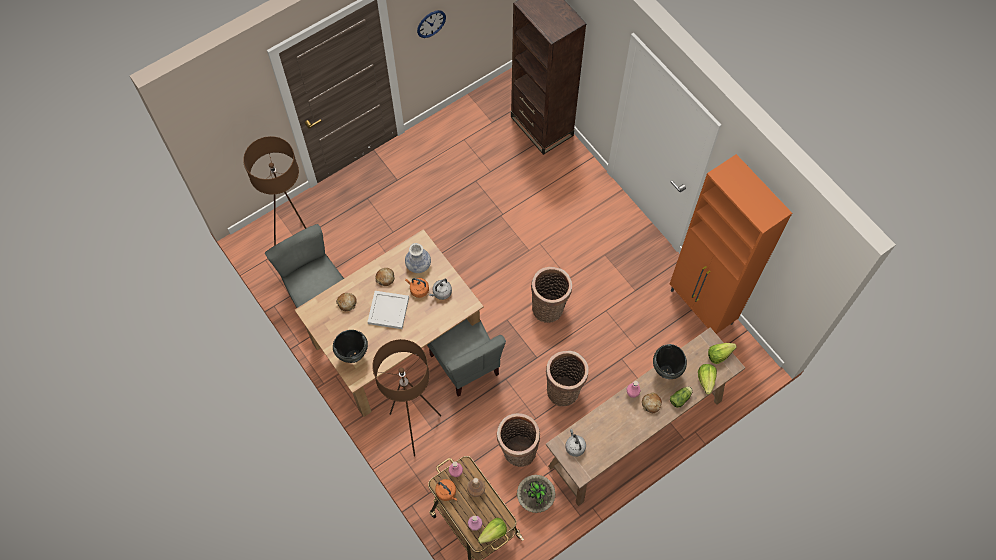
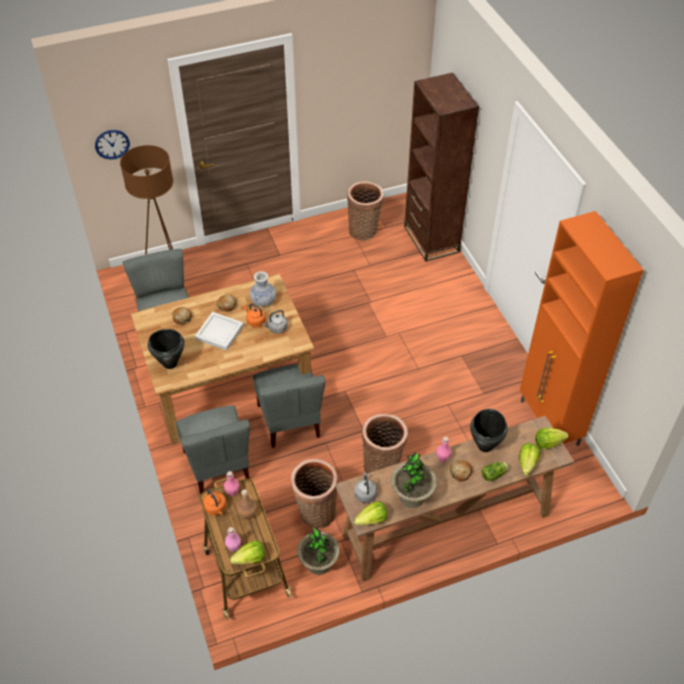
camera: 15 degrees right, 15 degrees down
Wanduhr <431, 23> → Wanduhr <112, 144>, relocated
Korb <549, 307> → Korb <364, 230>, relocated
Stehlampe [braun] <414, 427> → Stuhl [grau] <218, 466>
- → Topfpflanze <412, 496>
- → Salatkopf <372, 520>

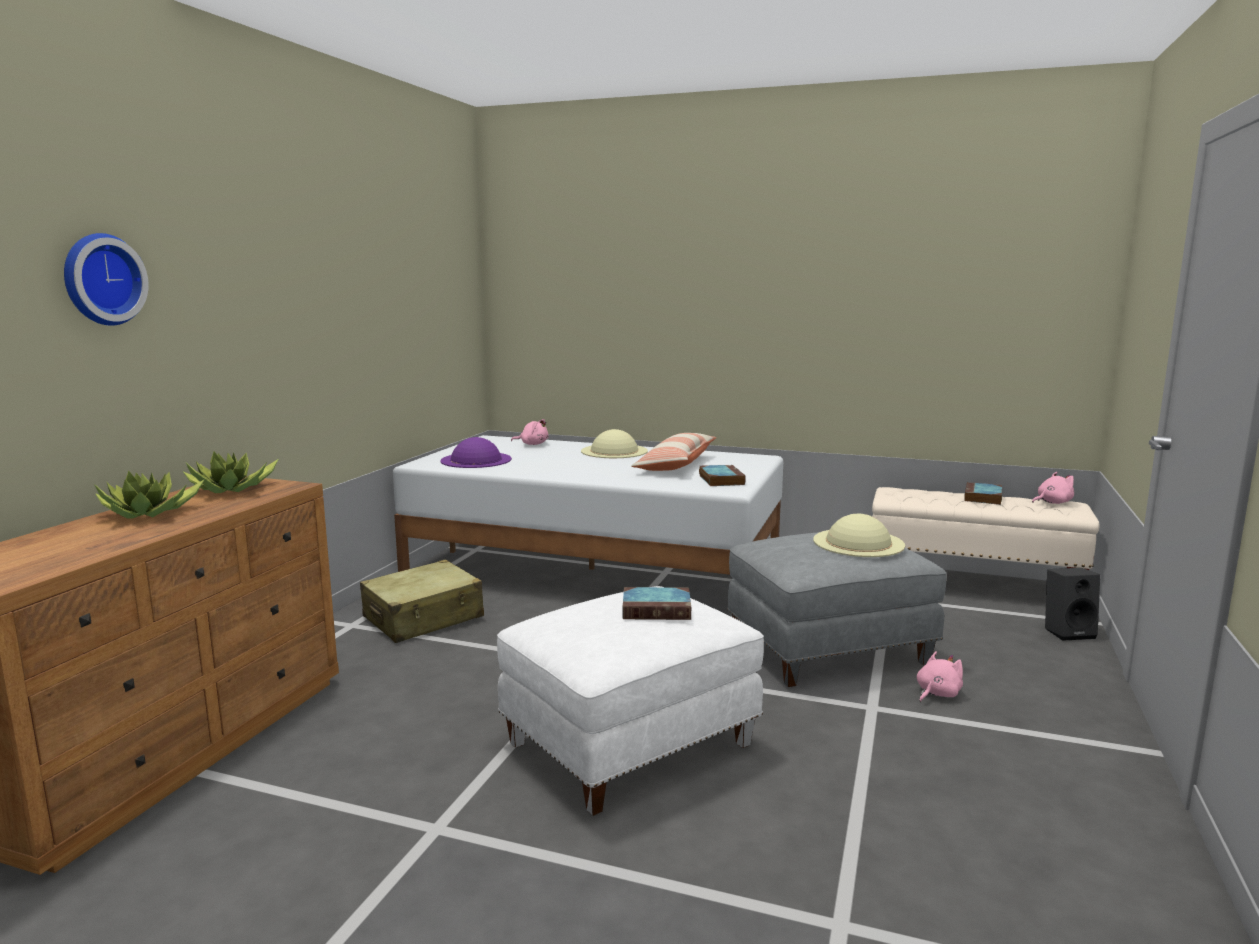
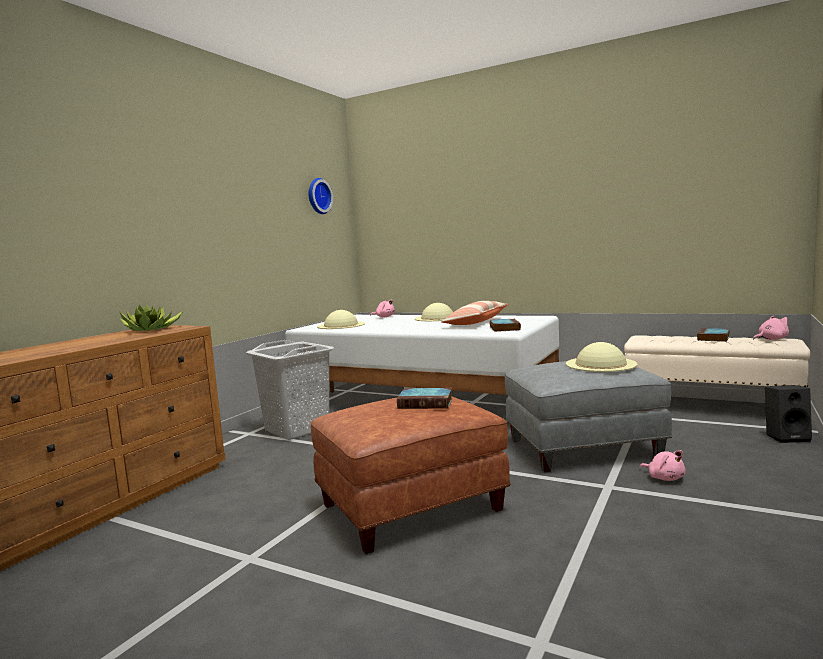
camera: 10 degrees right, 5 degrees down
Wanduhr <100, 279> → Wanduhr <318, 196>, relocated
Hut [lila] <476, 460> → Hut [beige] <341, 325>
Topfpflanze <150, 514> → -
Koffer [beige] <424, 618> → Wäschekorb [grau] <297, 429>
Polsterhocker [weiß] <630, 742> → Polsterhocker [braun] <411, 506>
Plüschtier [rosa] <936, 693> → Plüschtier [rosa] <664, 478>, 90 degrees clockwise

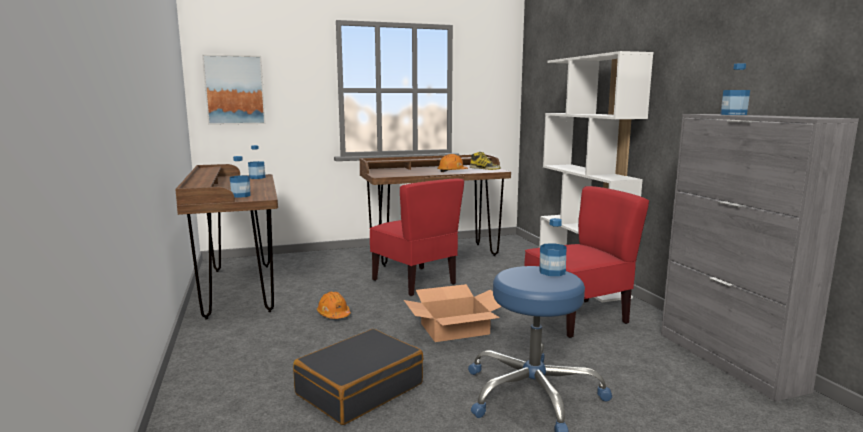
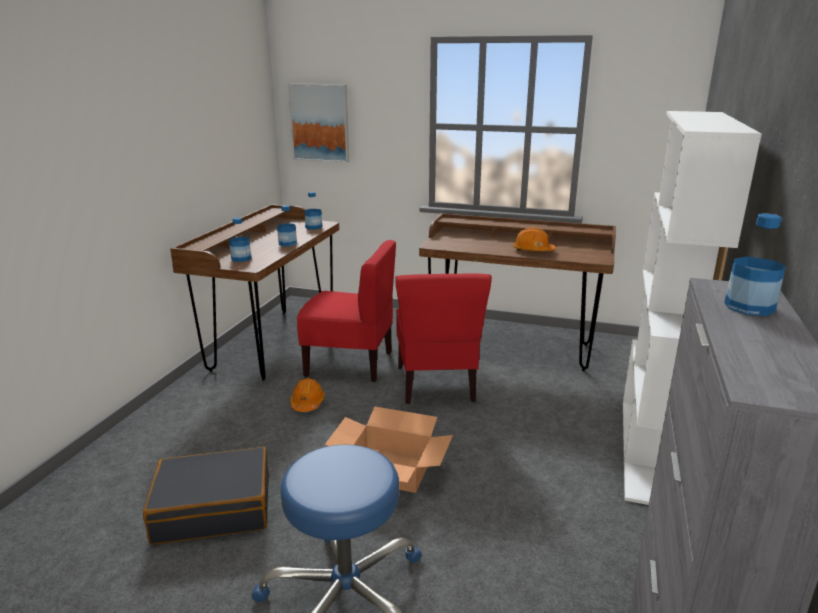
camera: 35 degrees right, 10 degrees up
Stiefel <485, 169> → -
Stuhl [rot] <577, 317> → Stuhl [rot] <350, 364>, relocated
Flasche <552, 272> → Flasche <287, 243>, relocated

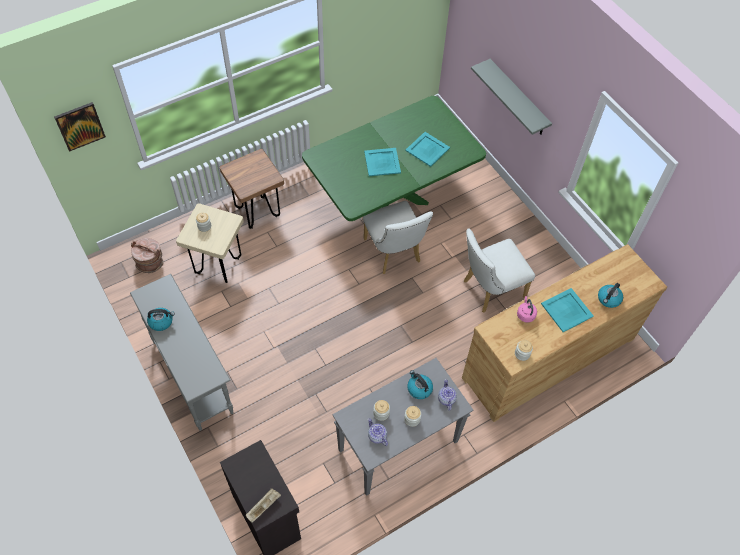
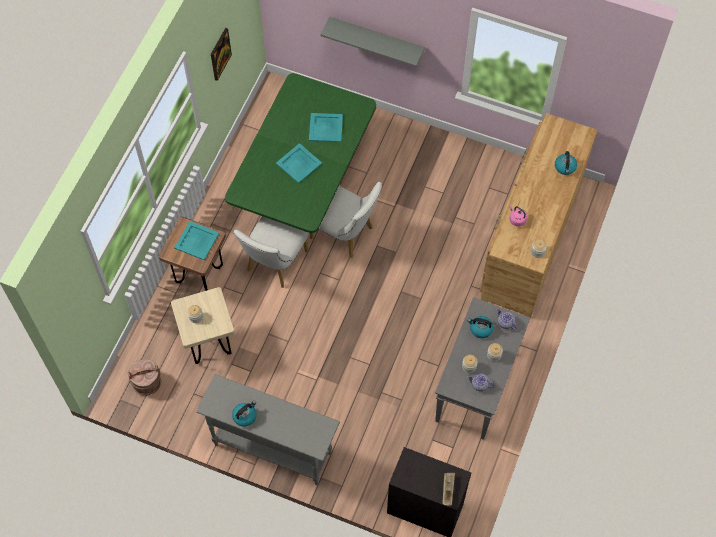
camera: 35 degrees left, 5 degrees up
Bild <80, 126> → Bild <220, 54>, relocated
Stuhl [weiß] <489, 290> → Stuhl [weiß] <274, 264>, relocated
Tablett [türkis] <566, 310> → Tablett [türkis] <196, 241>, relocated

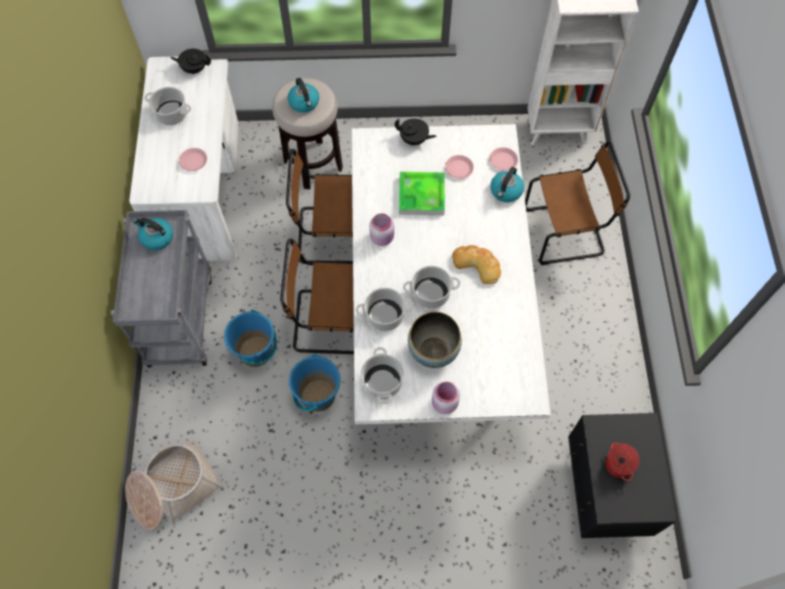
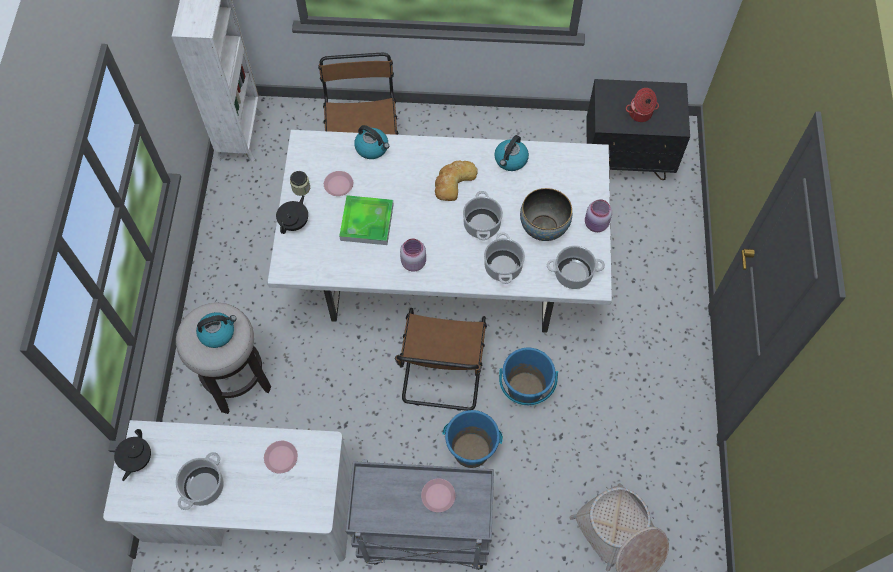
camera: 85 degrees left, 0 degrees up
Teller [rosa] <503, 161> → Teller [rosa] <438, 496>, relocated
Stuhl [braun] <329, 235> → -
Wasserkessel <156, 237> → Wasserkessel <510, 160>, relocated
- → Vorratsglas <301, 188>

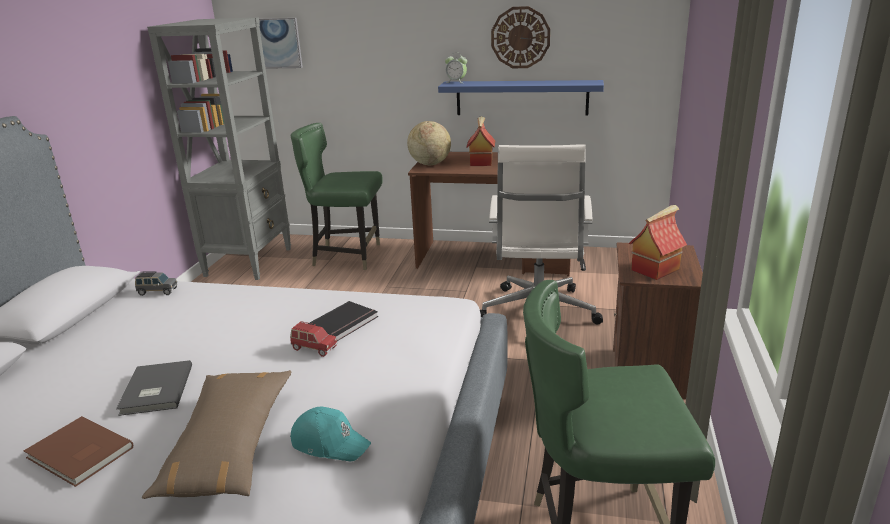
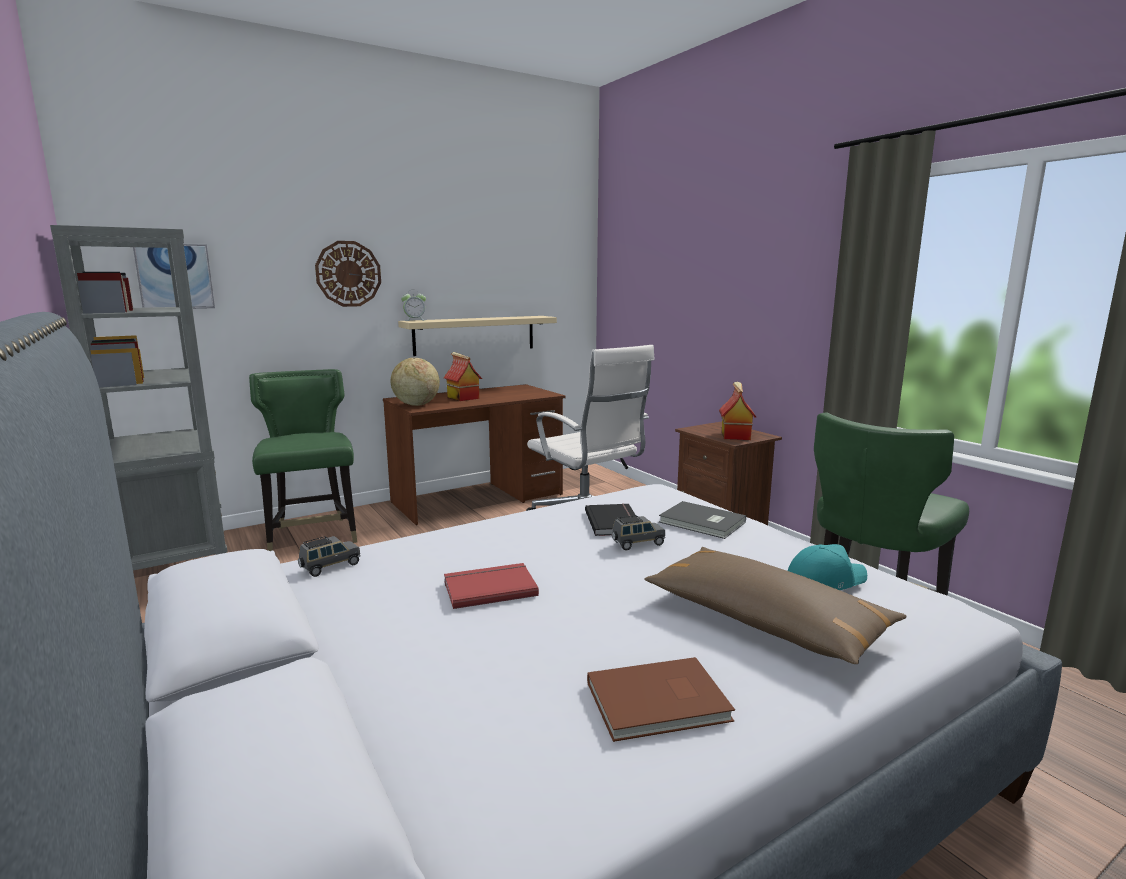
camera: 45 degrees left, 10 degrees down
Wanduhr <520, 37> → Wanduhr <348, 274>, relocated
Wandregal [blau] <521, 98> → Wandregal [beige] <475, 335>
Stuhl [grün] <347, 256> → Stuhl [grün] <313, 536>, 105 degrees clockwise
Spielzeugauto [rot] <314, 348> → Spielzeugauto [grau] <637, 544>
Buch [grau] <154, 390> → Buch [grau] <702, 523>, relocated
- → Buch [rot] <489, 587>

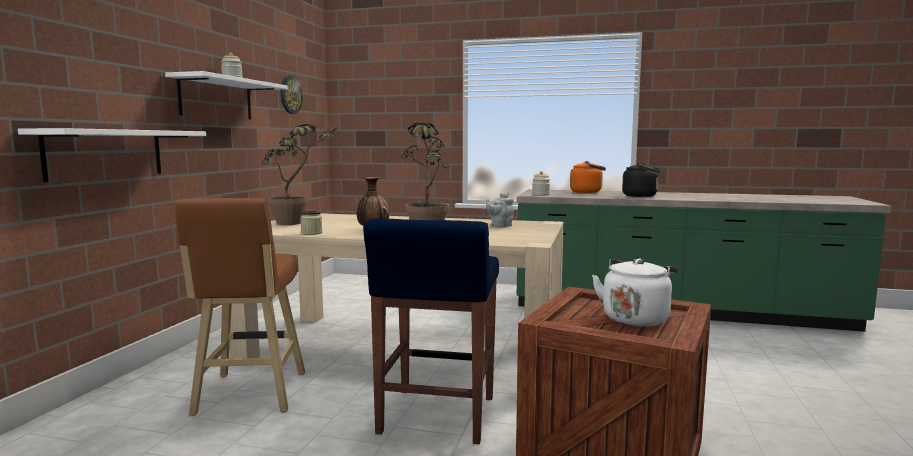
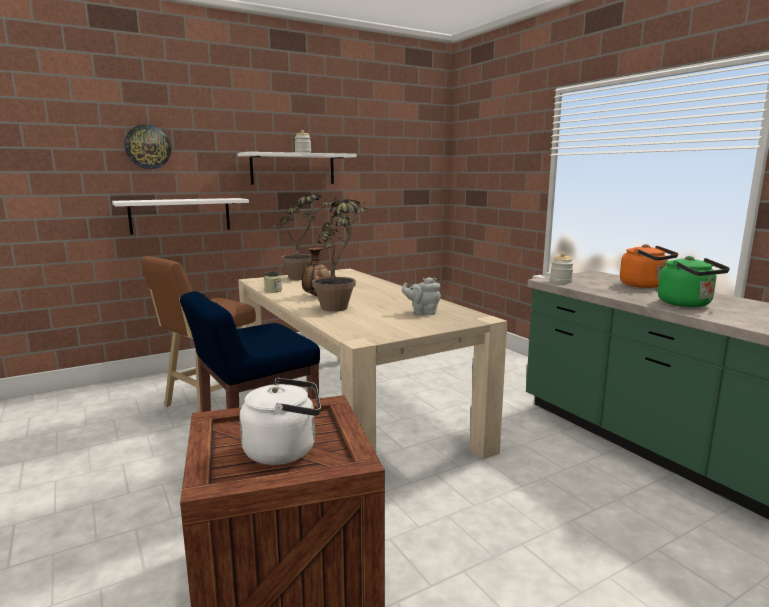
camera: 45 degrees right, 5 degrees up
Wanduhr <290, 94> → Wanduhr <147, 147>, relocated
Wasserkessel [schwarz] <642, 196> → Wasserkessel [grün] <687, 304>

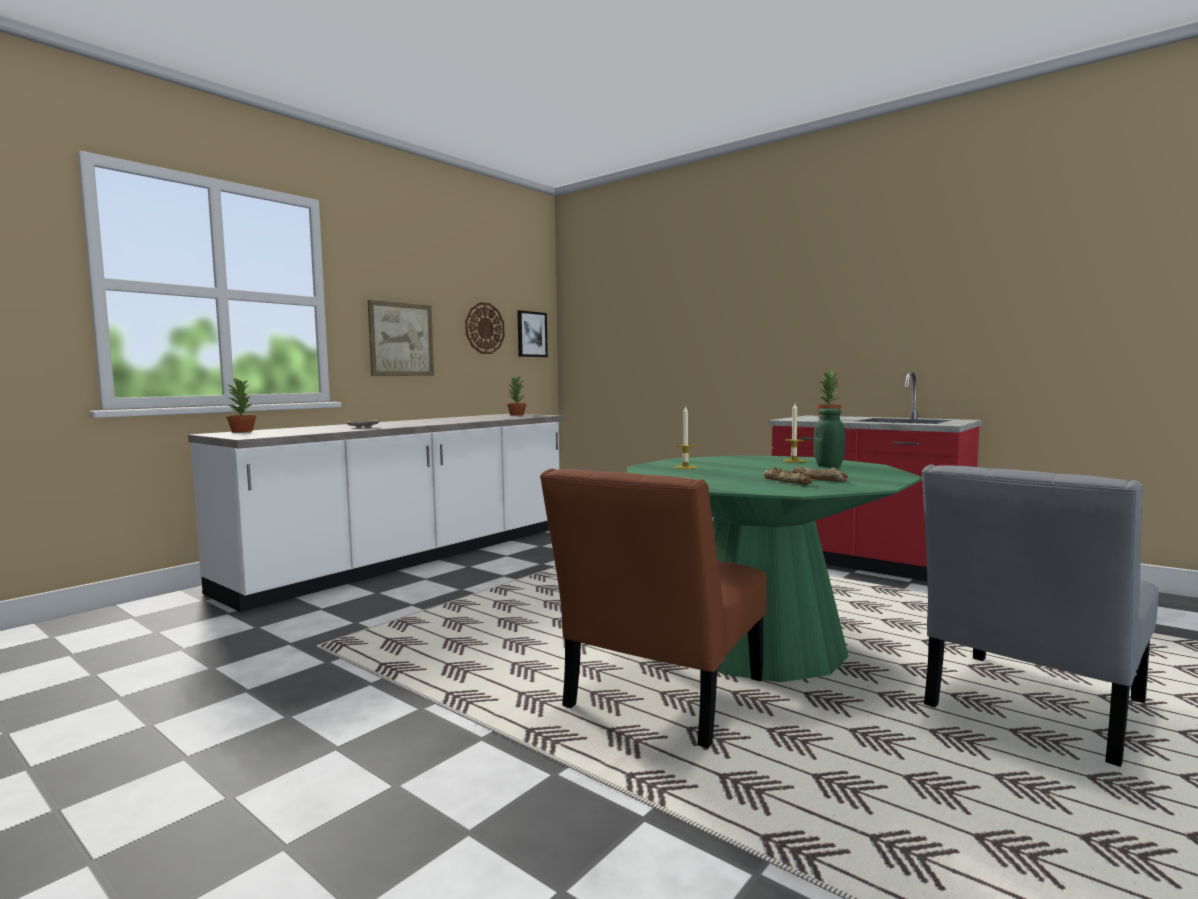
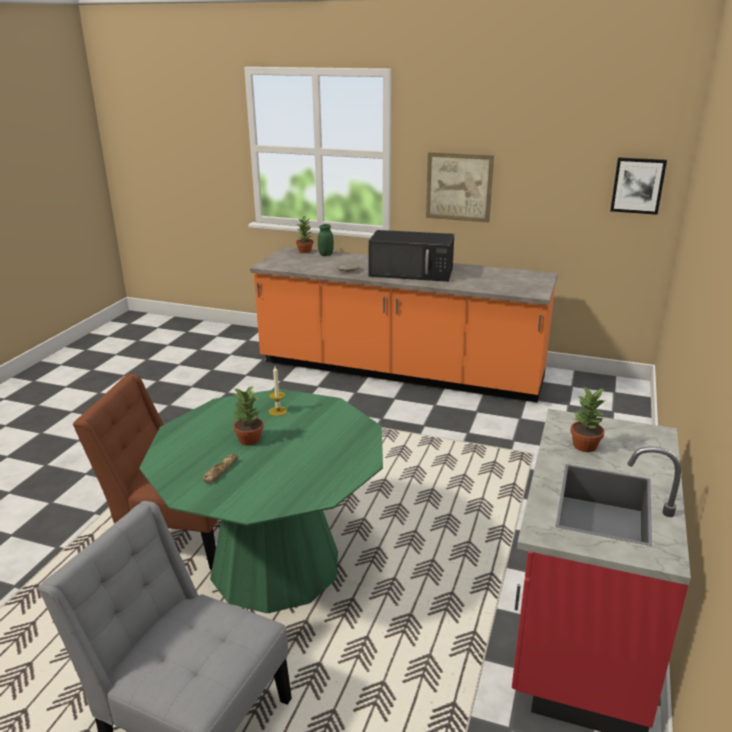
camera: 70 degrees right, 20 degrees up
Wanduhr <484, 328> → -
Topfpflanze <516, 415> → Topfpflanze <249, 440>, relocated
Kerze <794, 461> → -
Vorratsglas [grün] <828, 466> → Vorratsglas [grün] <326, 255>, relocated
Küchenzeile [weiß] <411, 558> → Küchenzeile [orange] <399, 371>
Brot <787, 481> → -
- → Mikrowelle [schwarz] <412, 272>

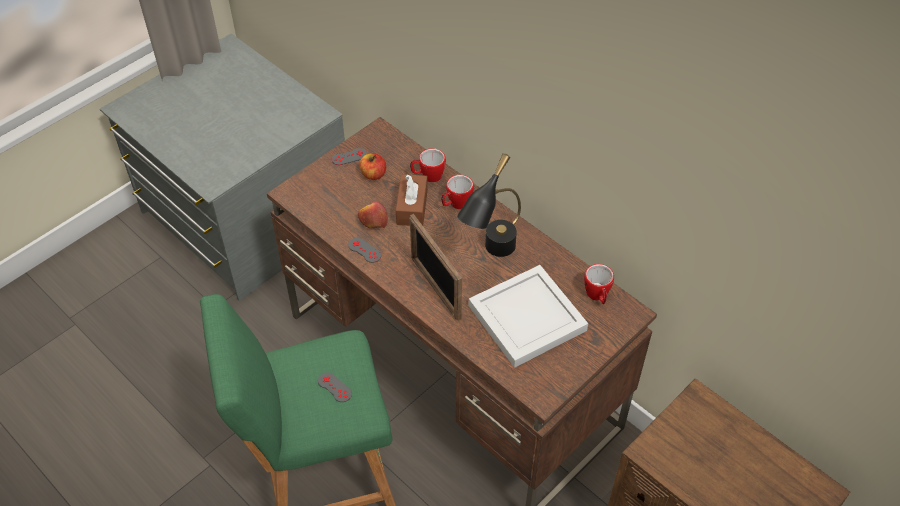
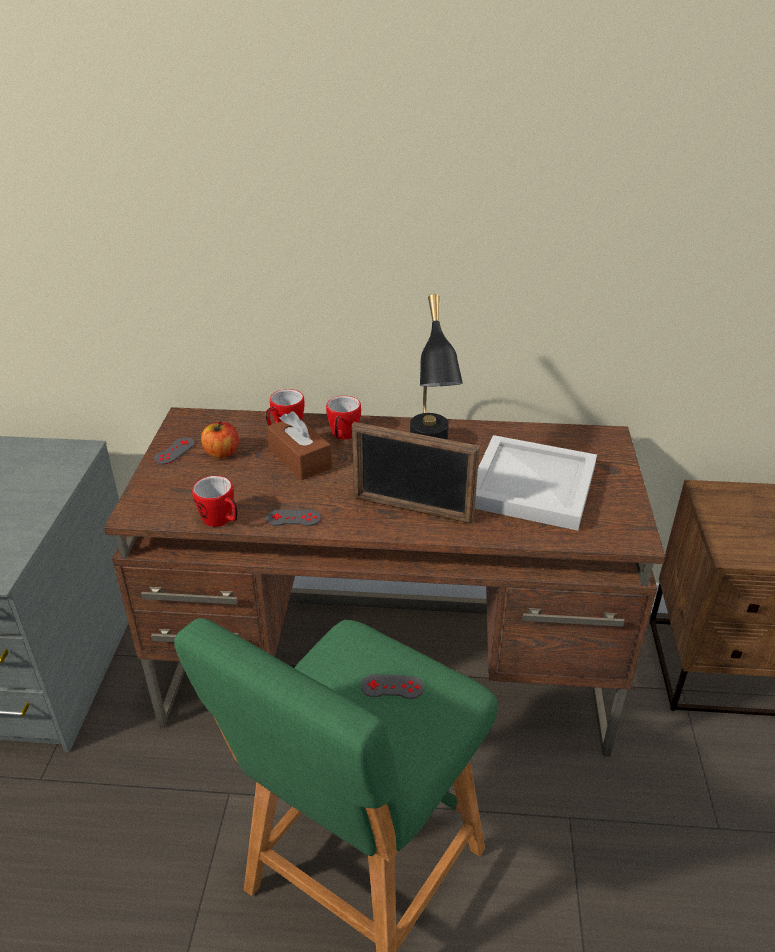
camera: 40 degrees left, 15 degrees down
Apfel <373, 220> → -
Henkelbecher <597, 296> → Henkelbecher <221, 521>, relocated

